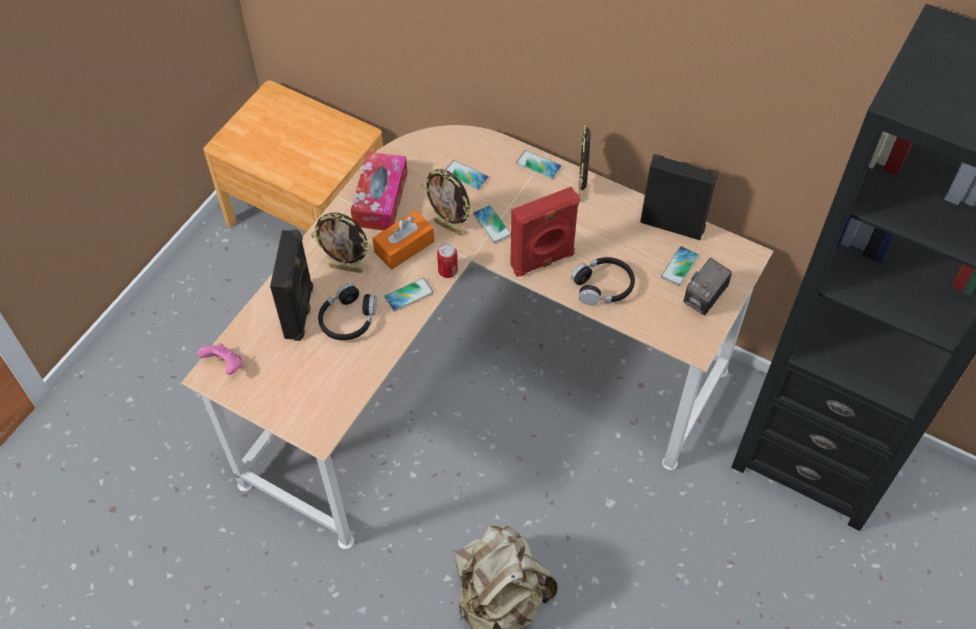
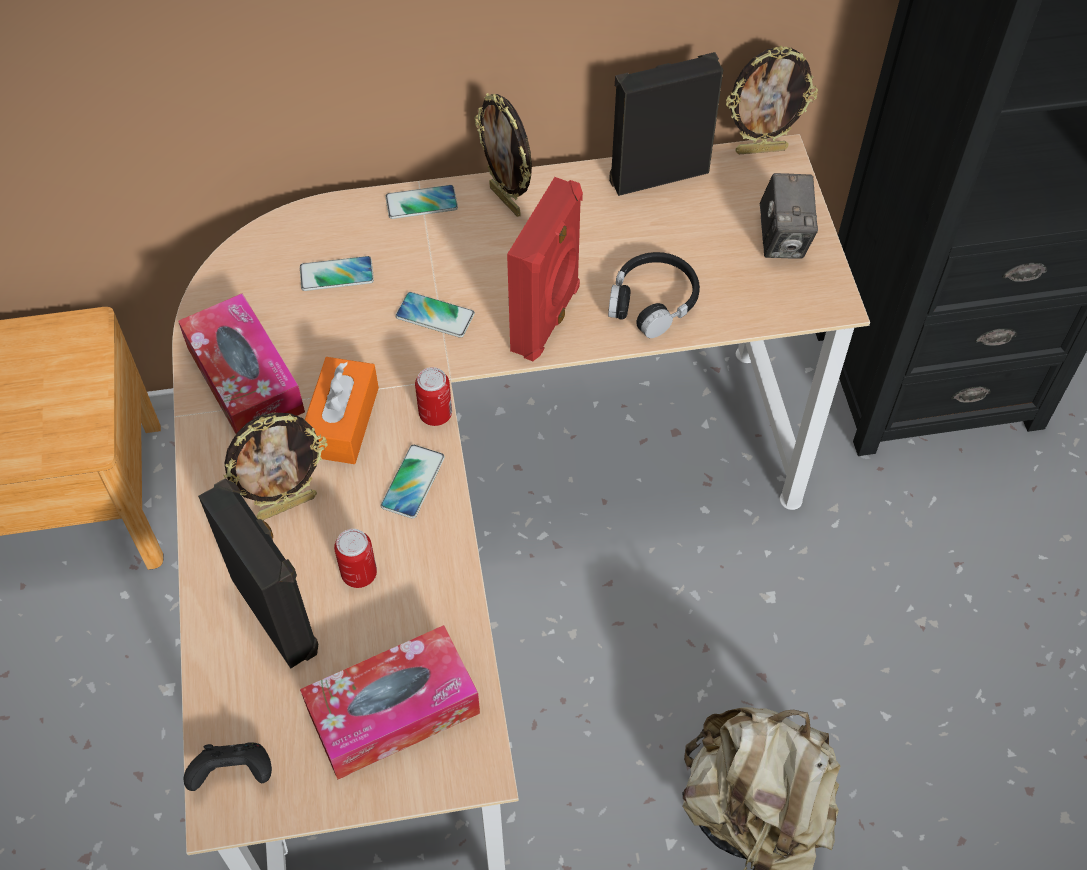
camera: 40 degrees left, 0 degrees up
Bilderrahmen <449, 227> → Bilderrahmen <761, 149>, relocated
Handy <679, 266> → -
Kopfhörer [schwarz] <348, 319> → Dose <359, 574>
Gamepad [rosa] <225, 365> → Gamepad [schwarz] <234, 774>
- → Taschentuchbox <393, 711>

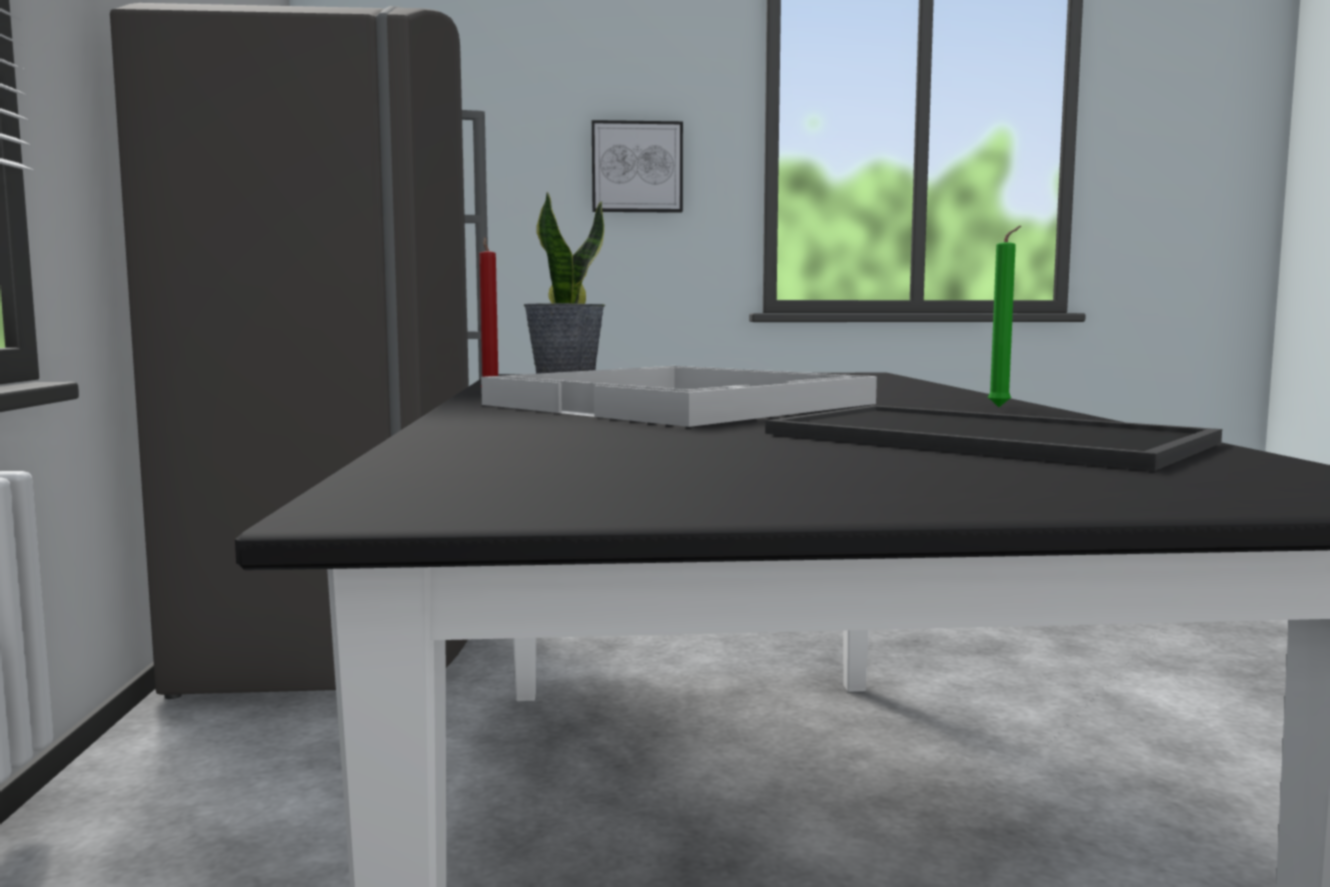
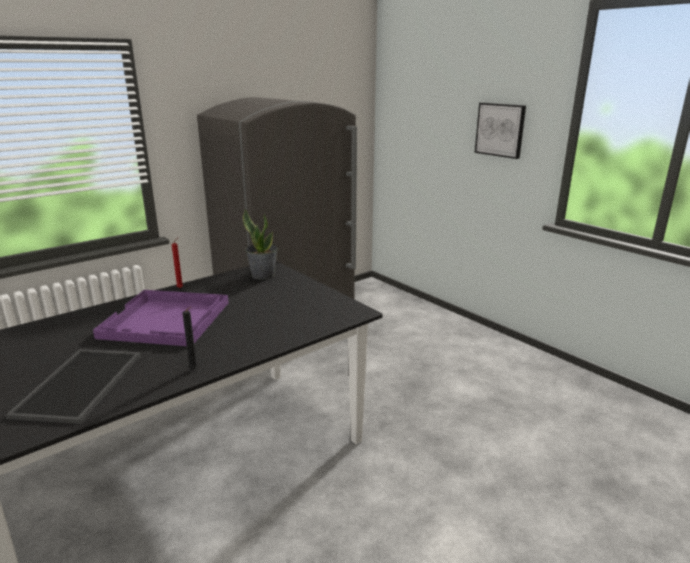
camera: 55 degrees right, 15 degrees up
Kerze [grün] <1002, 407> → Kerze [schwarz] <194, 369>
Tablett [weiß] <684, 404> → Tablett [lila] <166, 320>

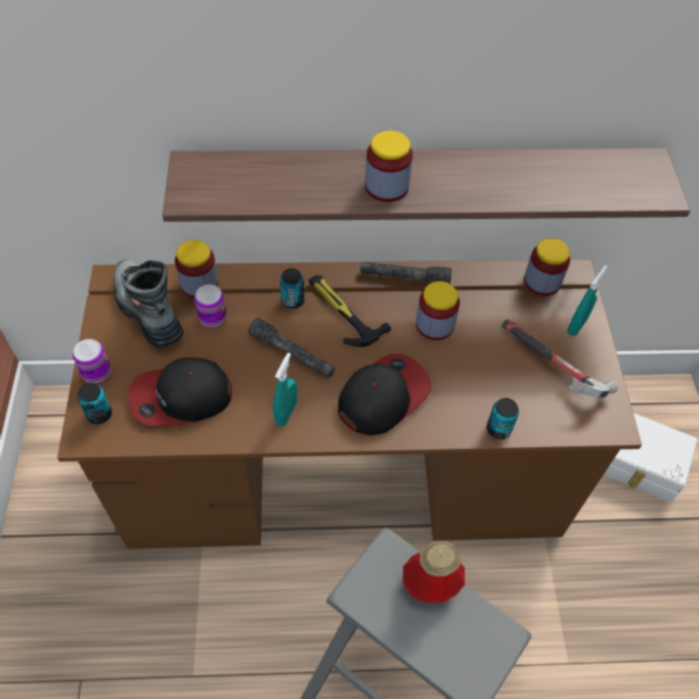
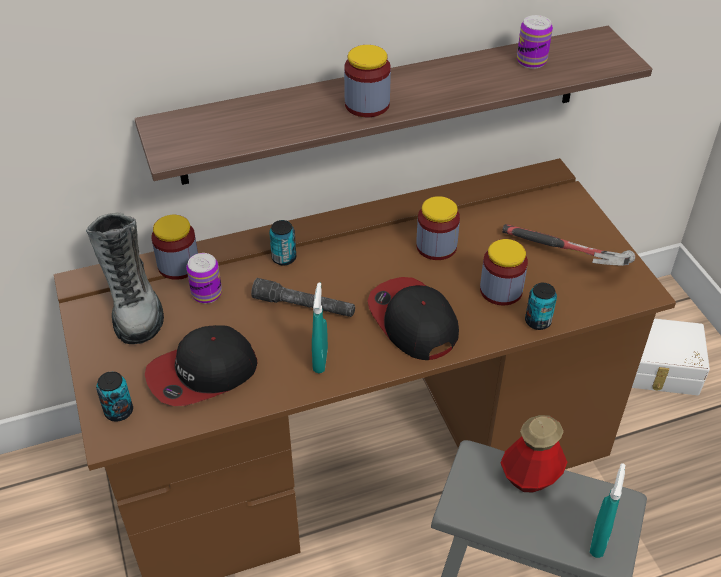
camera: 15 degrees left, 10 degrees down
Vorratsglas <542, 281> → Vorratsglas <501, 290>, relocated
Stiefel <148, 310> → Stiefel <132, 302>, 150 degrees counterclockwise
Taschenlampe [grau] <404, 278> → -
Sprühflasche [türkis] <576, 326> → Sprühflasche [türkis] <598, 540>, relocated
Hammer <342, 311> → -
Dose <97, 373> → Dose <531, 61>, relocated
Kappe <383, 396> → Kappe <412, 321>, 60 degrees counterclockwise

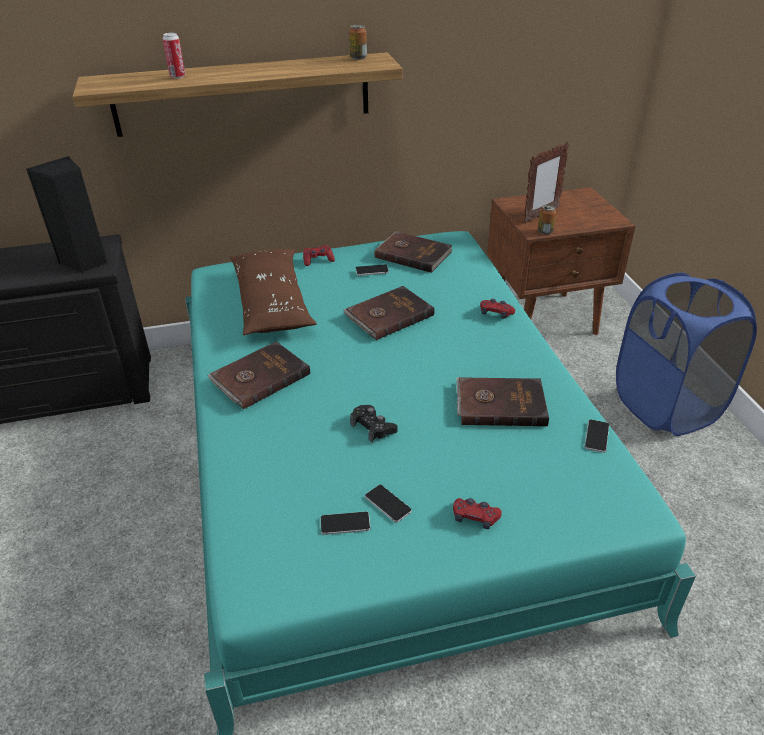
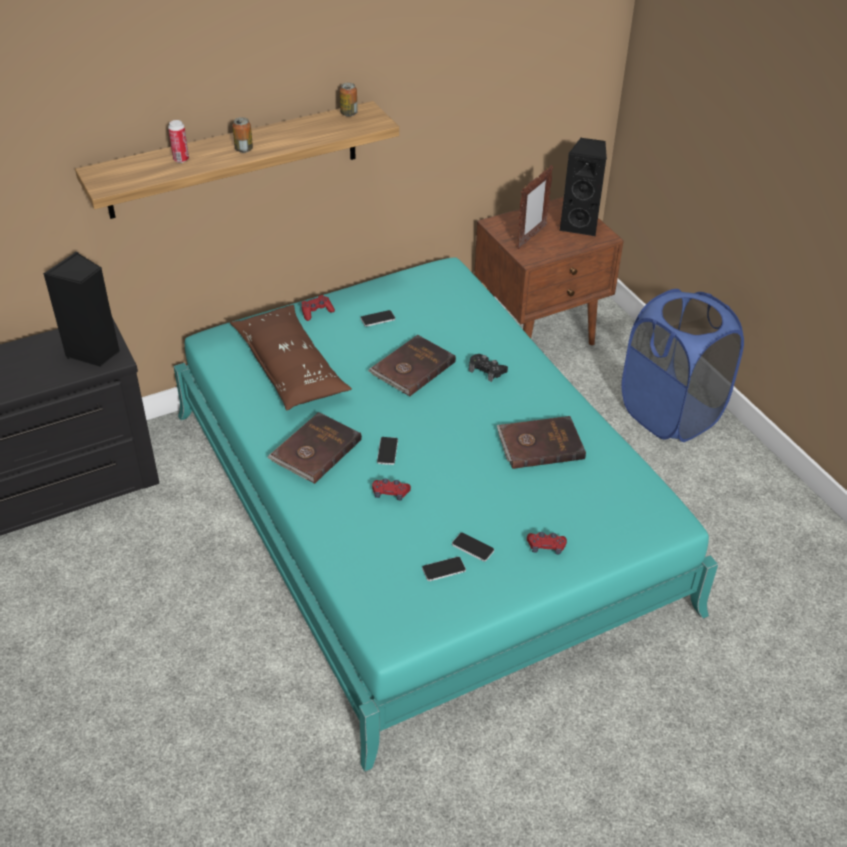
camera: 15 degrees left, 5 degrees up
Dose <545, 232> → Dose <244, 149>, relocated
Buch [braun] <413, 254> → -
Gamepad [rot] <496, 313> → Gamepad [rot] <390, 493>, relocated
Gamepad [schwarz] <373, 427> → Gamepad [schwarz] <487, 370>, relocated
Handy <596, 436> → Handy <387, 451>, relocated
- → Lautsprecher [schwarz] <580, 225>

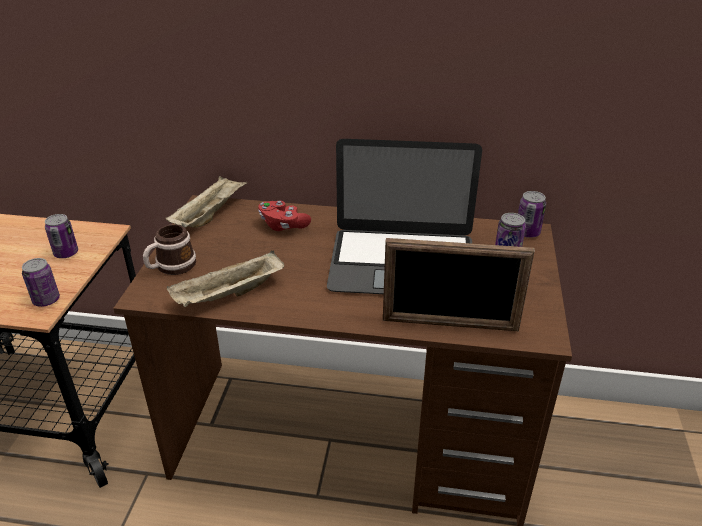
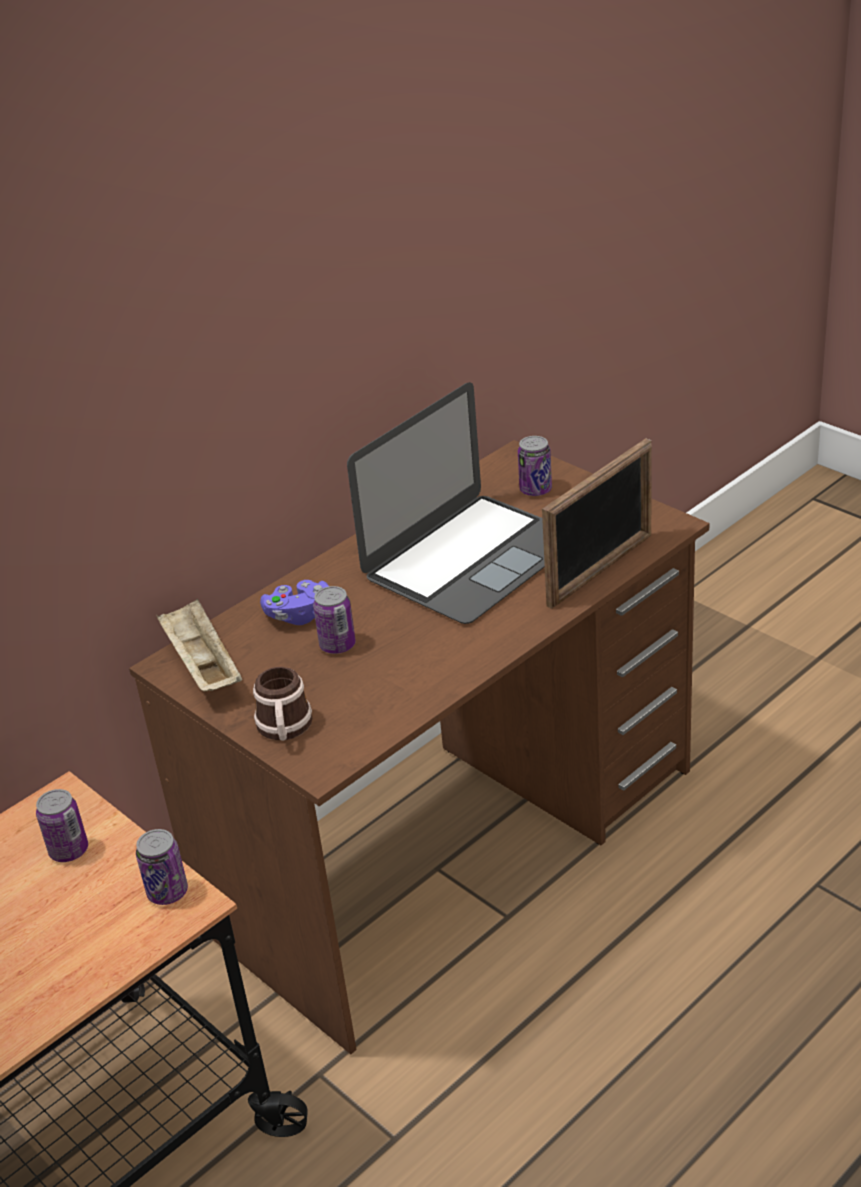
camera: 50 degrees left, 0 degrees up
Dose <527, 232> → Dose <337, 645>, relocated
Gamepad [rot] <283, 225> → Gamepad [lila] <299, 615>
Tablett [beige] <229, 295> → -

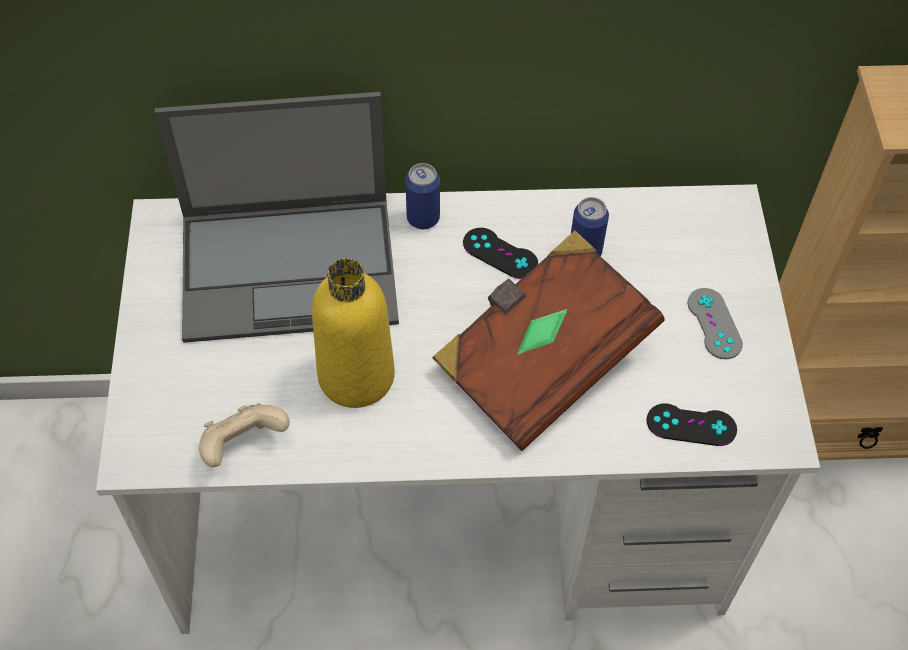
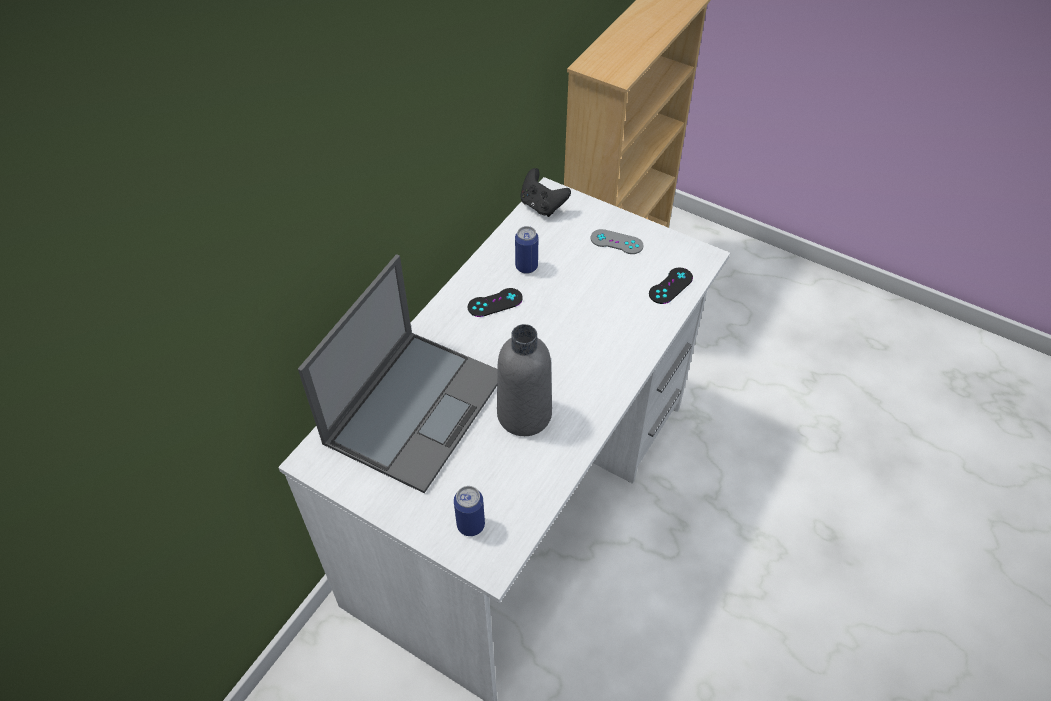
camera: 55 degrees left, 5 degrees down
Dose <423, 218> → Dose <470, 525>, relocated
Buch [braun] <541, 360> → -
Flasche [gelb] <356, 376> → Flasche [grau] <524, 414>
Gamepad [beige] <243, 445> → -
- → Gamepad [schwarz] <542, 206>

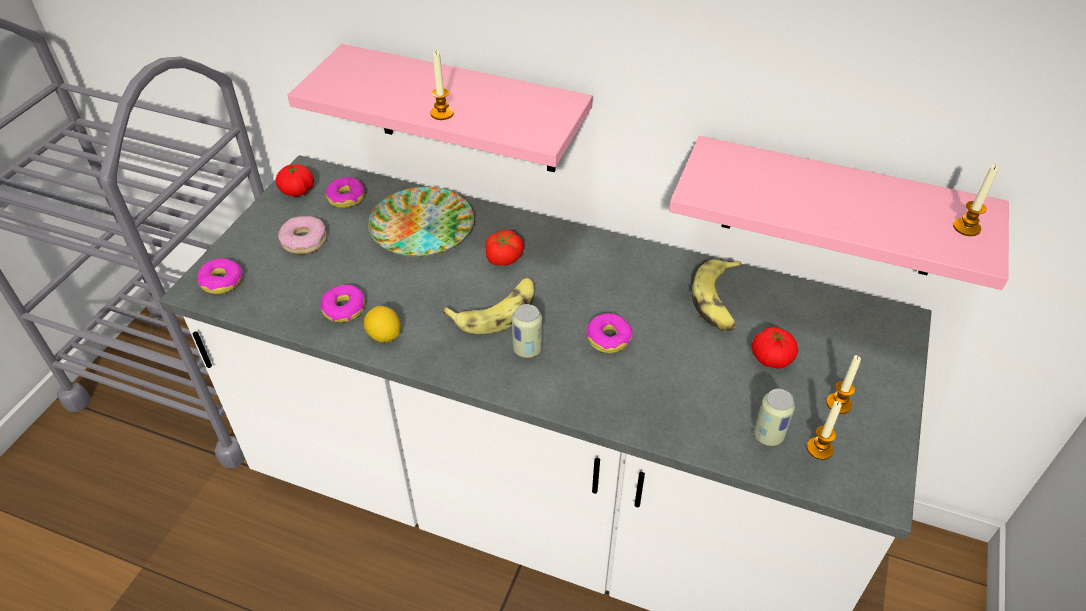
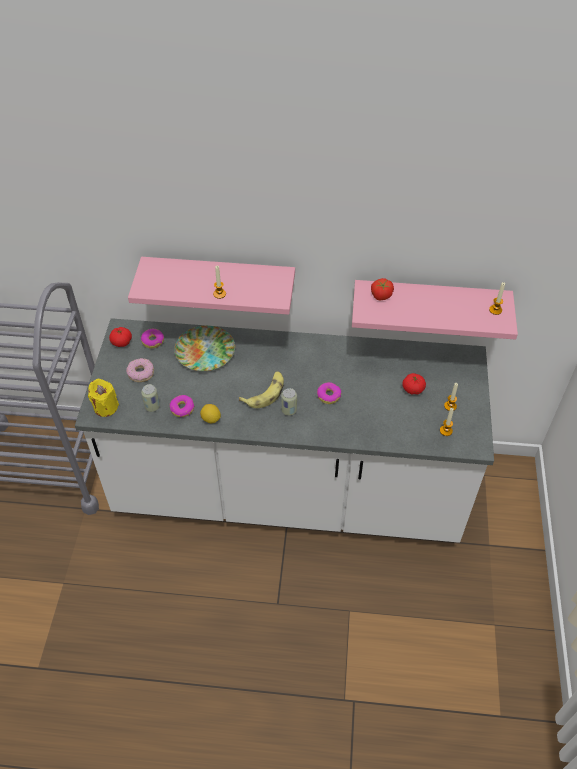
camera: 15 degrees left, 5 degrees up
Tomate <503, 257> → Tomate <381, 295>, relocated
Donut <222, 281> → Kerze [gelb] <105, 407>
Banane <718, 301> → -
Dose <768, 435> → Dose <152, 406>, relocated

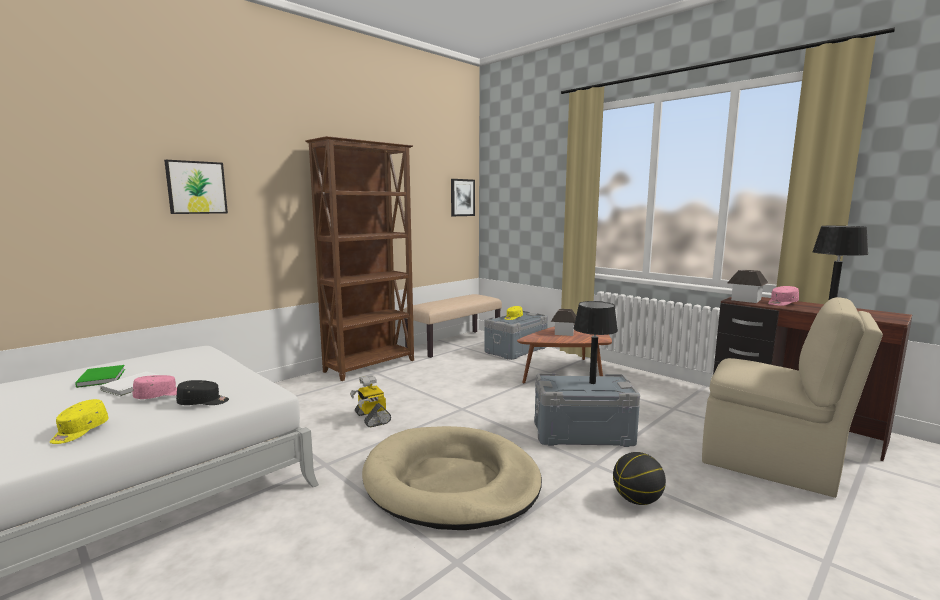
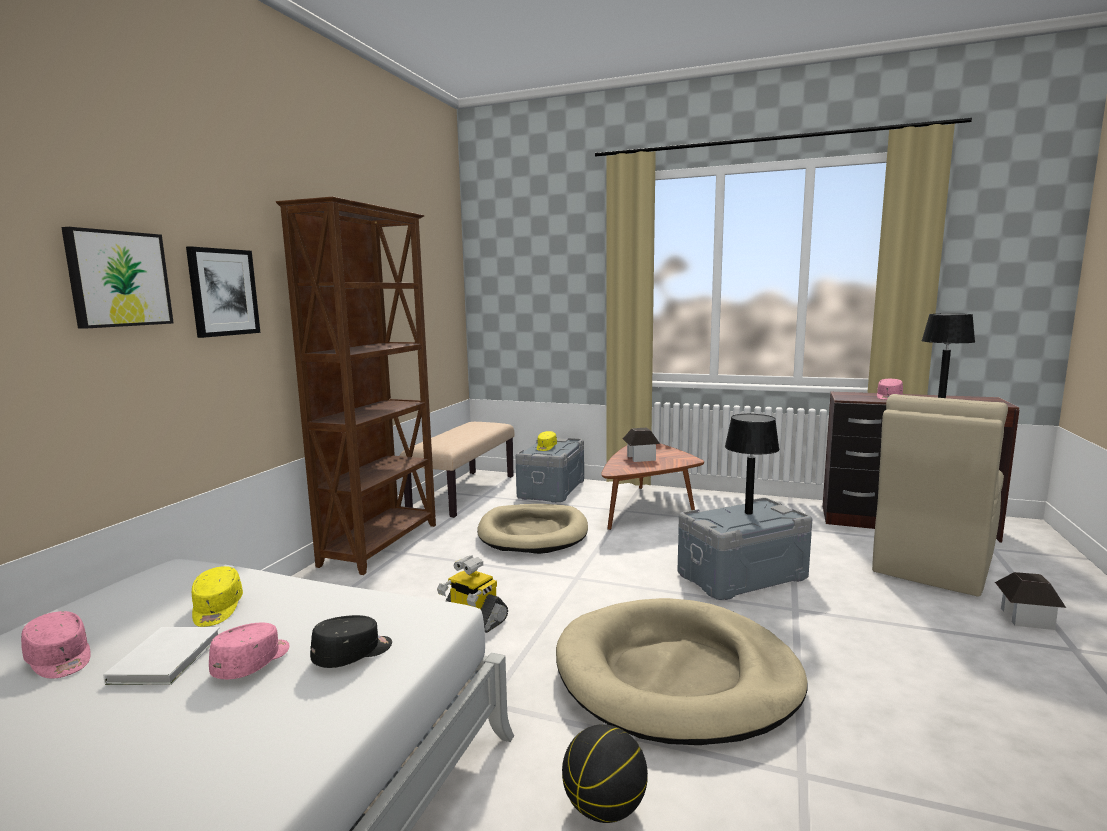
camera: 25 degrees left, 0 degrees up
Bild <462, 197> → Bild <223, 292>, relocated
Spielzeughaus <745, 299> → Spielzeughaus <1025, 618>, relocated
Stuhl [beige] <771, 462> → Stuhl [beige] <931, 565>, 120 degrees clockwise
Buch [grün] <103, 377> → Kappe [rosa] <60, 660>
Kappe [gelb] <79, 431> → Kappe [gelb] <217, 609>, relocated
Basketball <636, 500> → Basketball <604, 808>, relocated
- → Hundebett [beige] <533, 533>

